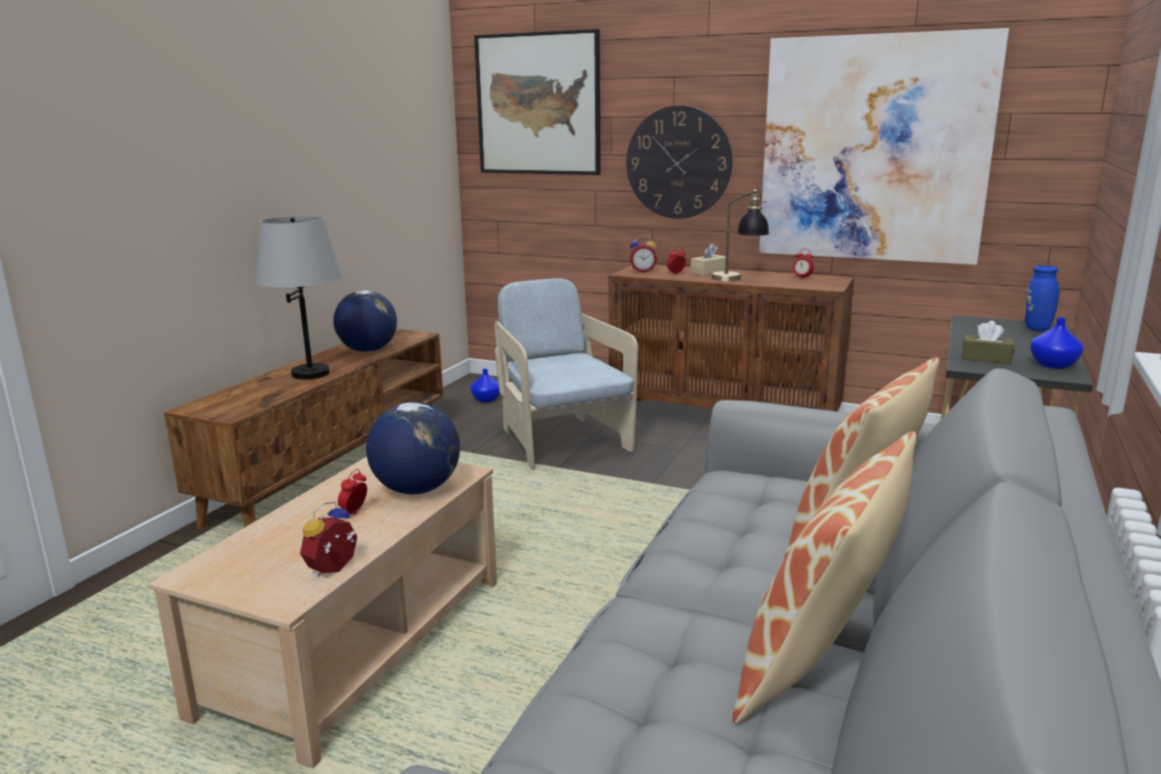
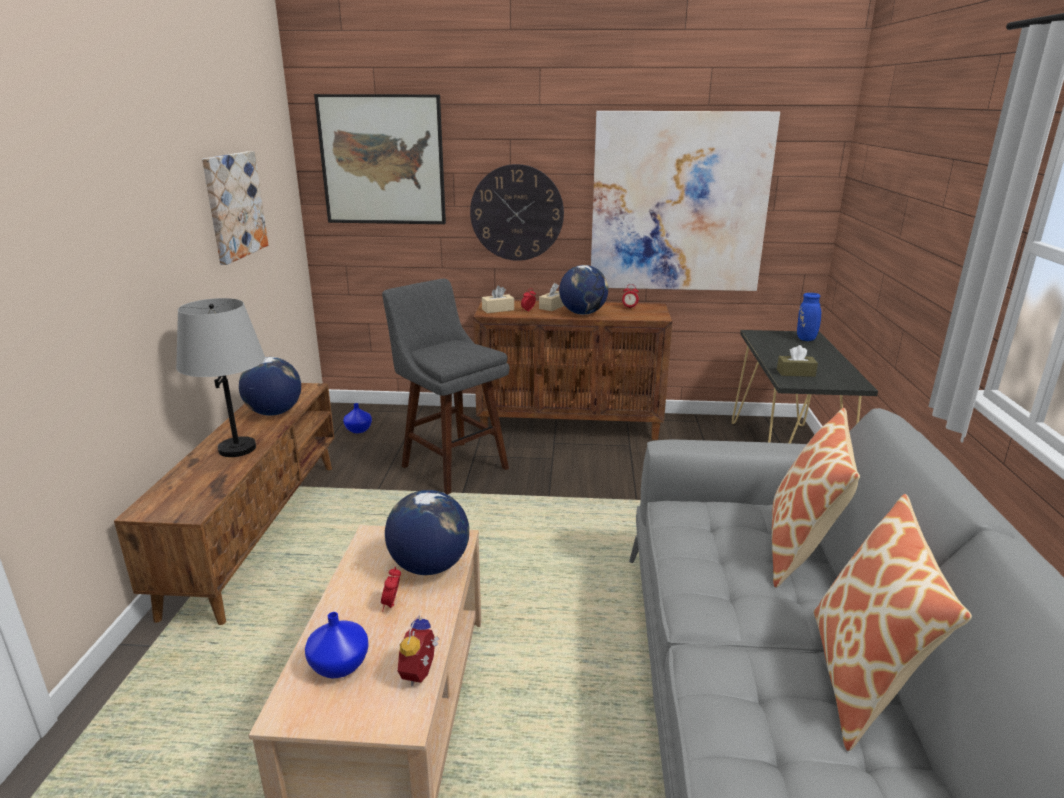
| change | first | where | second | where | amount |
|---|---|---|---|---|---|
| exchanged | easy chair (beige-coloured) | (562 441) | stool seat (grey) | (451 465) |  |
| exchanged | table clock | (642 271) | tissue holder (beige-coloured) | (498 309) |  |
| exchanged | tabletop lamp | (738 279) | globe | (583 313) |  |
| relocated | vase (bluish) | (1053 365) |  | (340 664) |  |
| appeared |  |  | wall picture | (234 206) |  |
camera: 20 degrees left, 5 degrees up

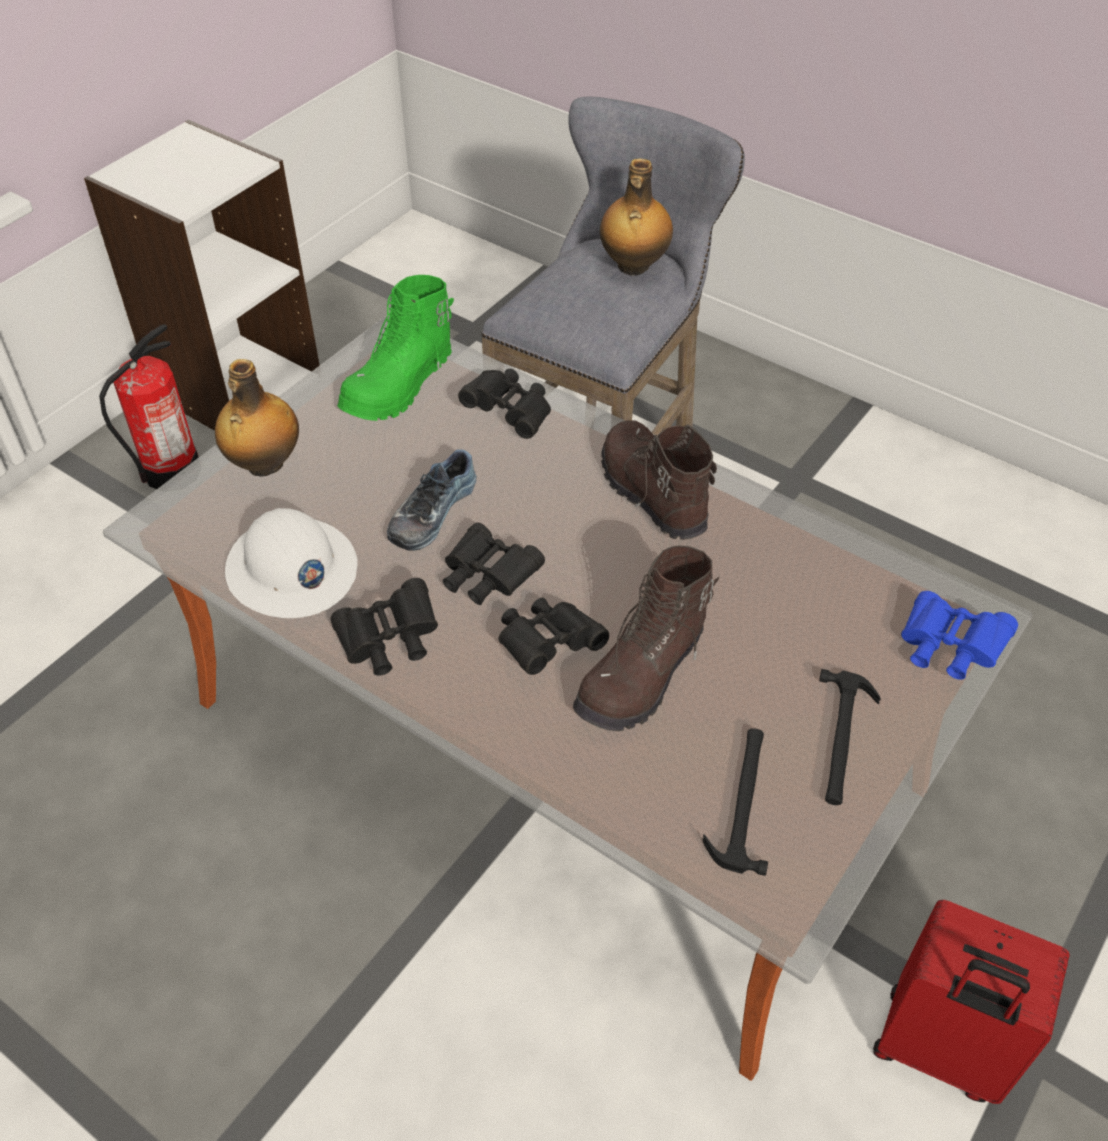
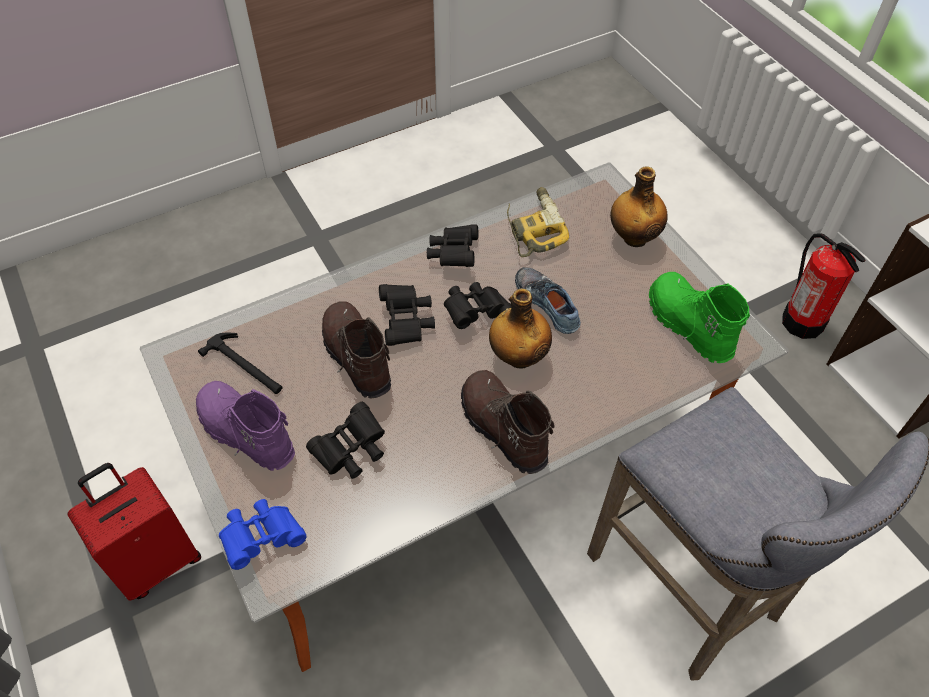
| change | first | where | second | where | amount |
|---|---|---|---|---|---|
| exchanged | hard hat (whitish) | (291 570) | electric drill | (533 228) |  |
| relocated | pair of binoculars (blackish) | (510 413) |  | (351 451) |  |
| relocated | beverage bottle | (633 266) |  | (518 356) |  |
| spun | tall boot (brown) | (651 494) |  | (502 429) | 120 degrees counterclockwise |
| exchanged | hand hammer | (842 740) | tall boot (purple-coloured) | (245 434) |  |
camera: 115 degrees right, 5 degrees up

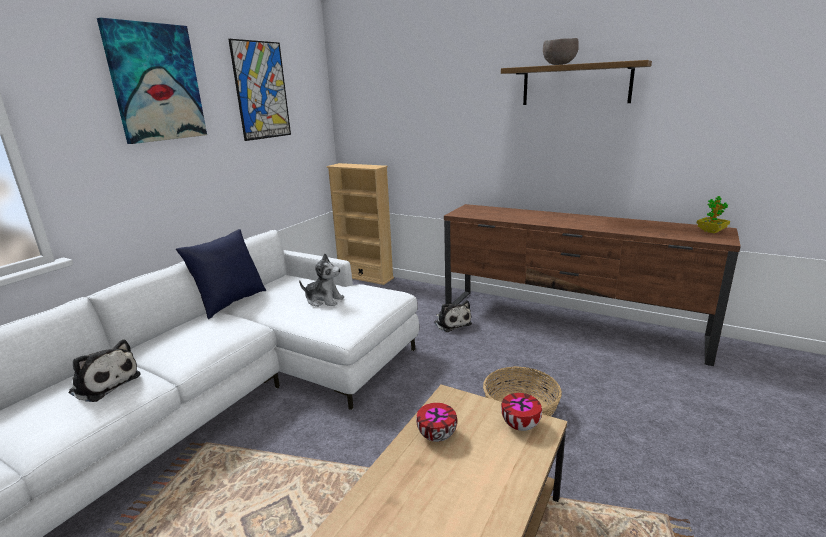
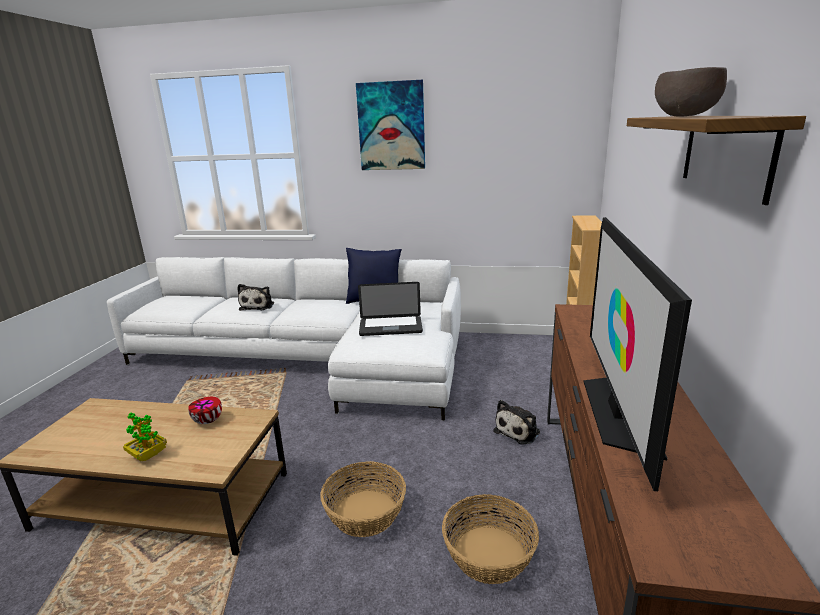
| change | first | where | second | where | amount |
|---|---|---|---|---|---|
| missing | wall picture | (261 90) |  |  |  |
| exchanged | plush toy | (324 300) | portable computer | (390 327) |  |
| missing | bowl | (520 426) |  |  |  |
| relocated | plant in a pot | (711 231) |  | (148 455) |  |
| appeared |  |  | storage basket | (489 554) |  |
| appeared |  |  | television | (618 411) |  |
camera: 70 degrees right, 0 degrees up

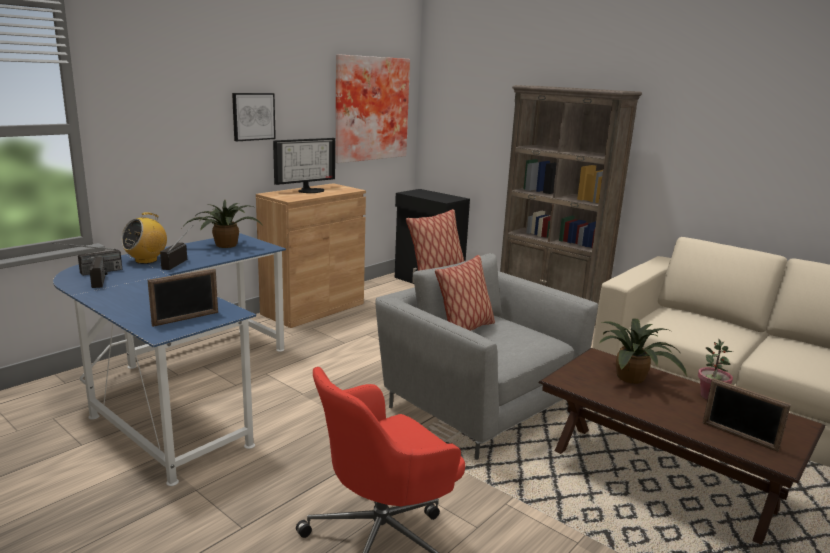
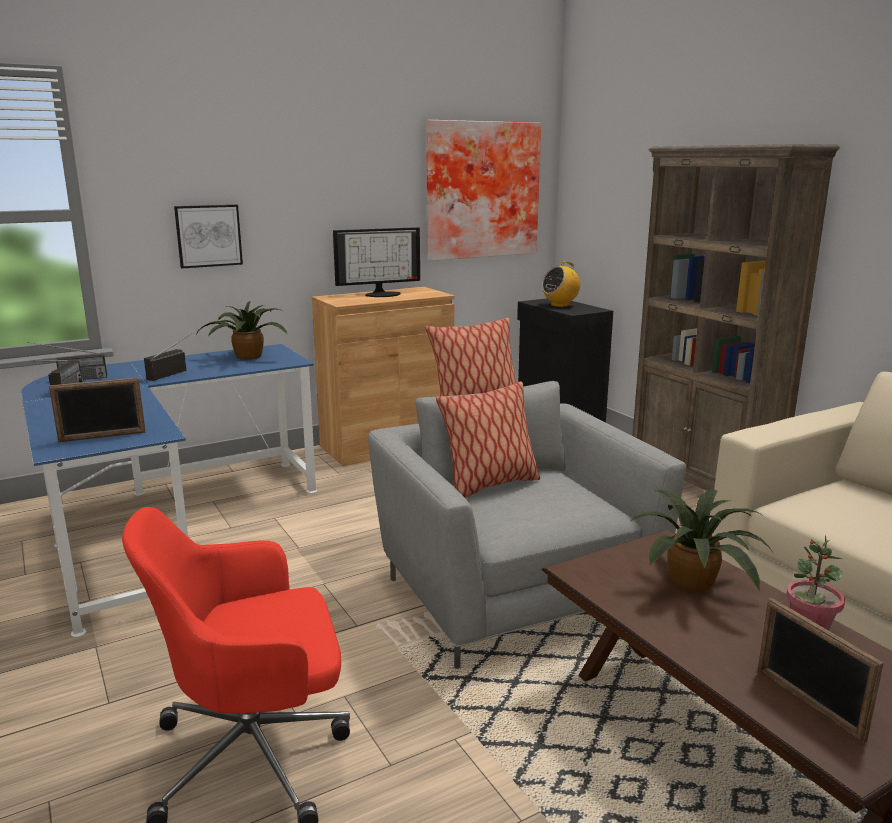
| change | first | where | second | where | amount |
|---|---|---|---|---|---|
| relocated | radio receiver | (146 260) |  | (560 305) |  |
| relocated | wall picture | (253 116) |  | (208 236) |  |
camera: 20 degrees right, 0 degrees up

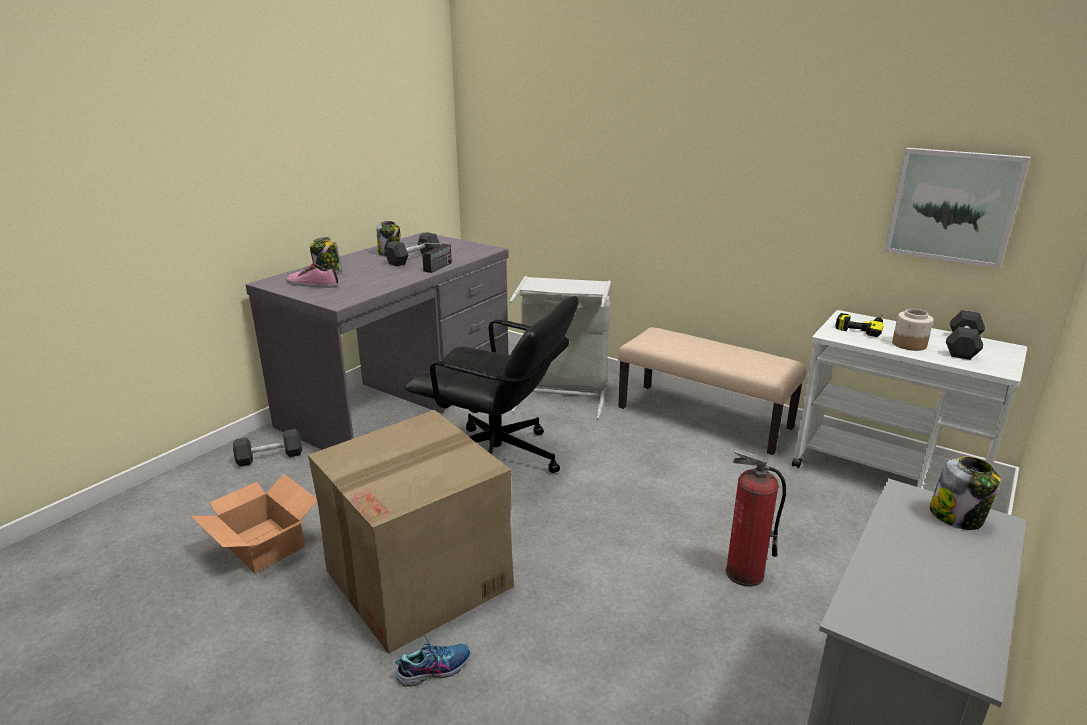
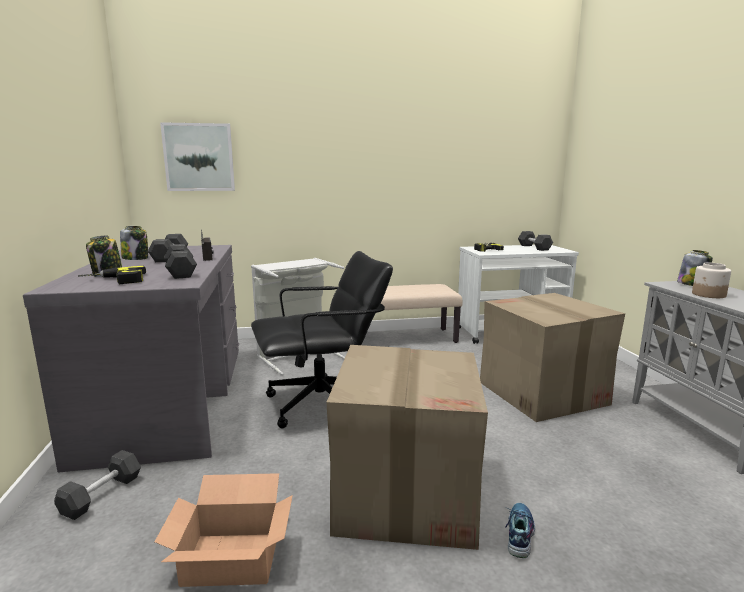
| change | first | where | second | where | amount |
|---|---|---|---|---|---|
| exchanged | item of footwear | (313 284) | electric drill | (114 281) |  |
| exchanged | fire extinguisher | (744 573) | carton | (542 393) |  |
| relocated | wall picture | (953 206) |  | (199 157) |  |
| relocated | jar | (908 344) |  | (708 295) |  |
| appeared |  |  | dumbbell (grey) | (181 272) |  |
camera: 45 degrees left, 10 degrees down

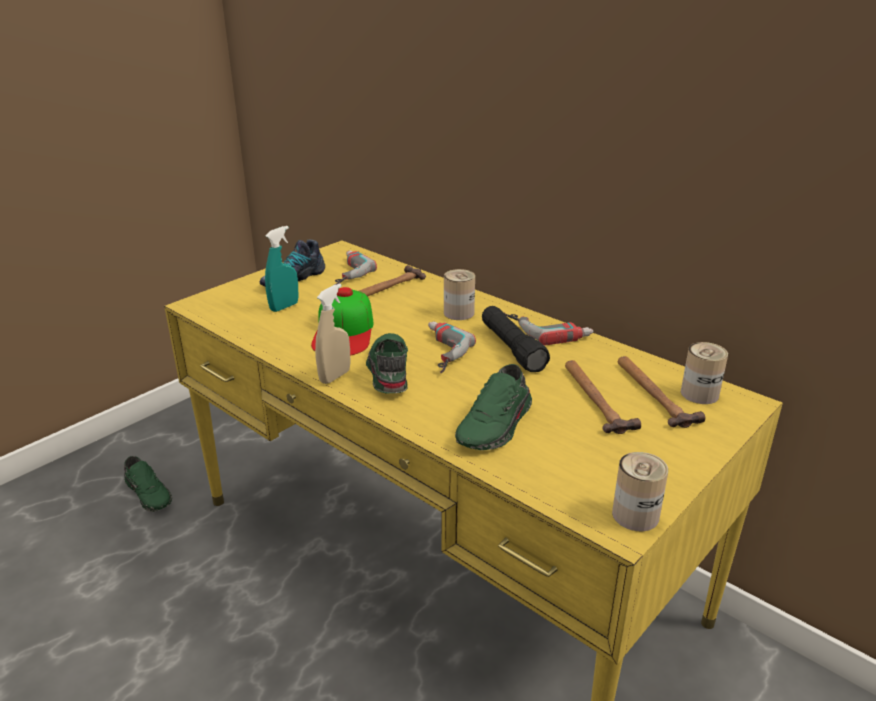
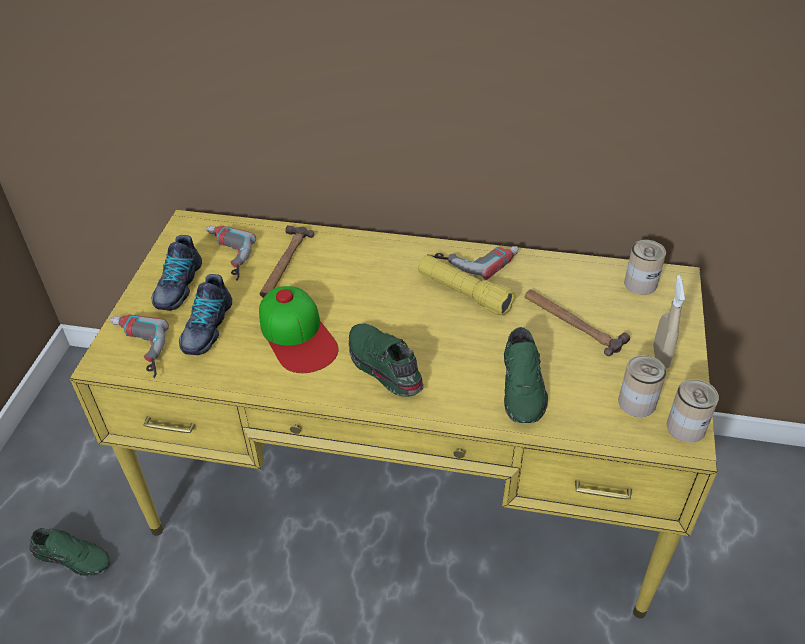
| change | first | where | second | where | amount |
|---|---|---|---|---|---|
| exchanged | hand sprayer (turquoise-coloured) | (284 307) | item of footwear | (206 327) |  |
| relocated | hand sprayer (beige-coloured) | (335 376) |  | (660 357) |  |
| relocated | electric drill | (436 352) |  | (134 350) |  |
| relocated | metal can | (459 313) |  | (637 402) |  |
| colour | flashlight (blackish) | (512 348) | flashlight (yellowish) | (464 293) |  |
| missing | hand hammer | (653 393) |  |  |  |
camera: 30 degrees left, 15 degrees up

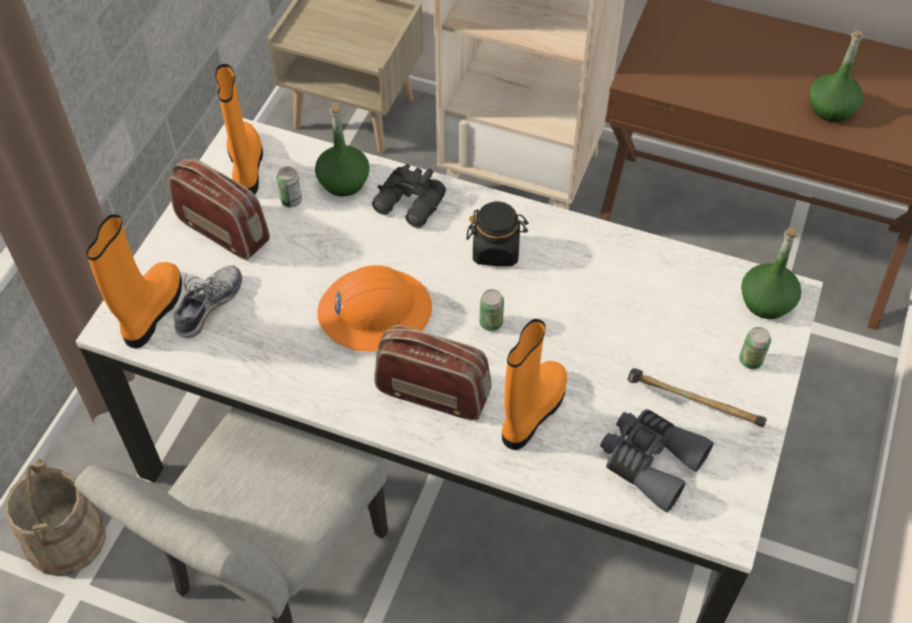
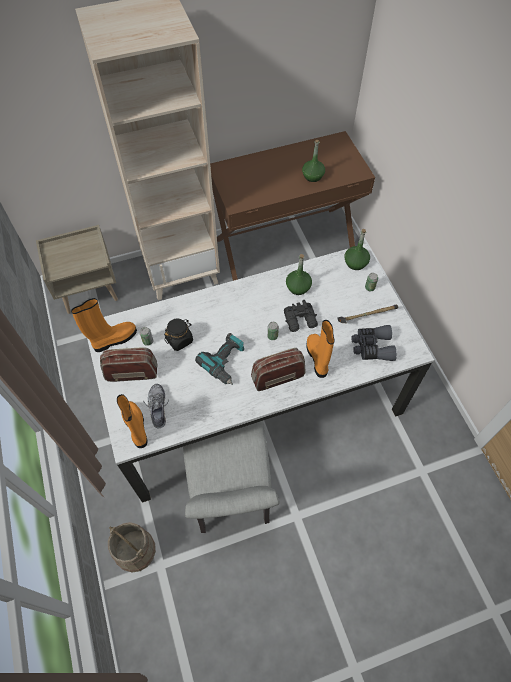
| change | first | where | second | where | amount |
|---|---|---|---|---|---|
| spun | tall boot (orangey) | (246 166) |  | (113 340) | 105 degrees clockwise |
| relocated | beverage bottle (green-coloured) | (344 181) |  | (298 287) |  |
| exchanged | hard hat (orangey) | (374 311) | electric drill | (225 362) |  |
| relocated | pair of binoculars (blackish) | (409 205) |  | (301 320) |  |
| relocated | jar (blackish) | (496 250) |  | (179 340) |  |
camera: 40 degrees left, 5 degrees up

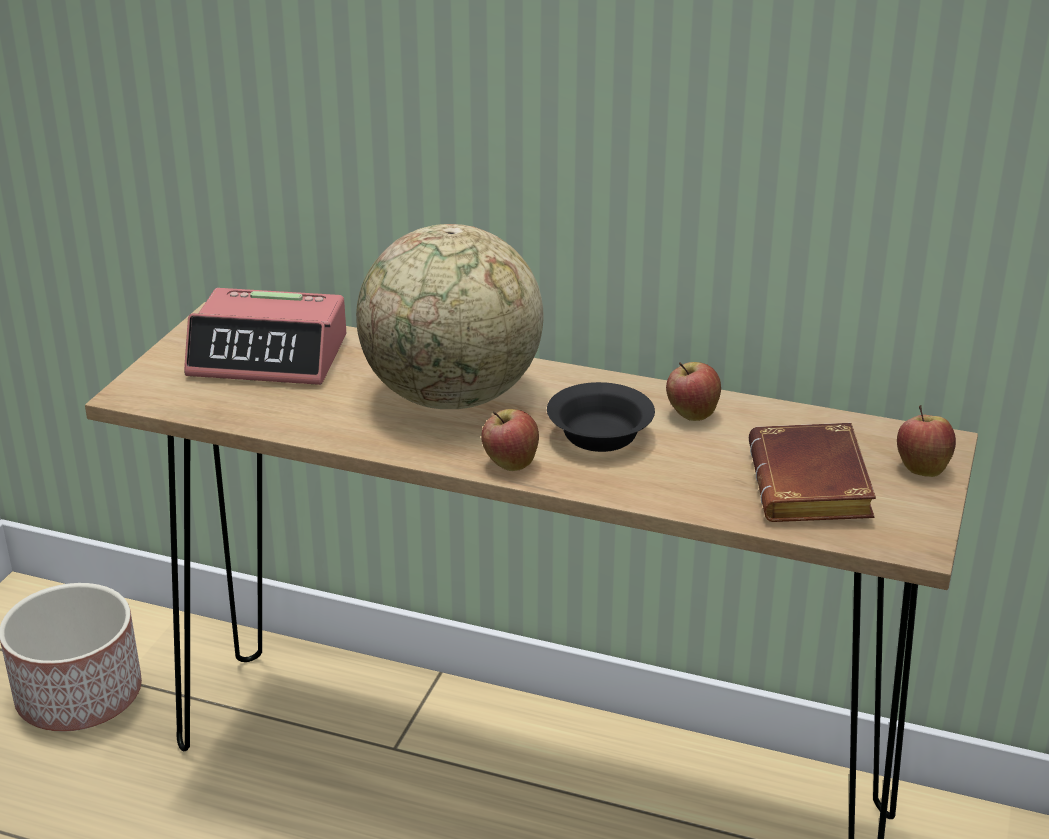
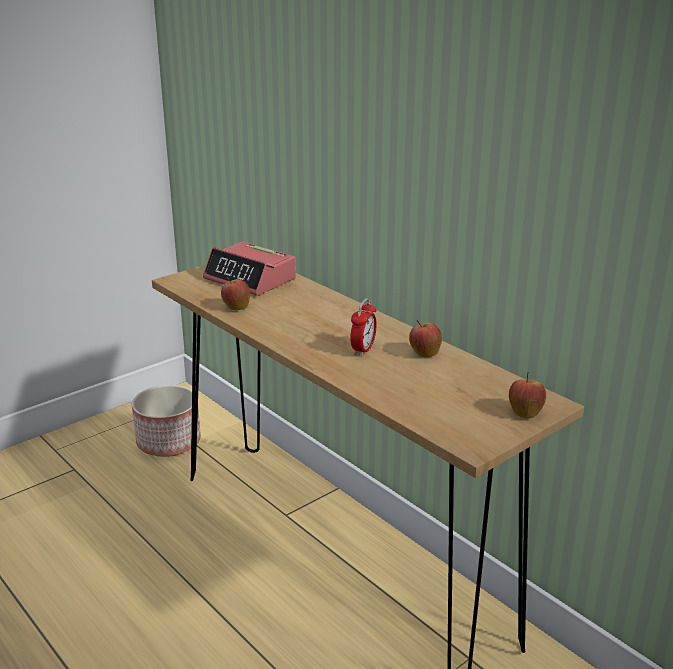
| change | first | where | second | where | amount |
|---|---|---|---|---|---|
| missing | globe | (452 398) |  |  |  |
| relocated | whole apple | (510 464) |  | (236 307) |  |
| exchanged | bowl (blackish) | (597 435) | table clock | (363 350) |  |
| missing | bound book (brown) | (814 488) |  |  |  |
camera: 30 degrees right, 5 degrees down

